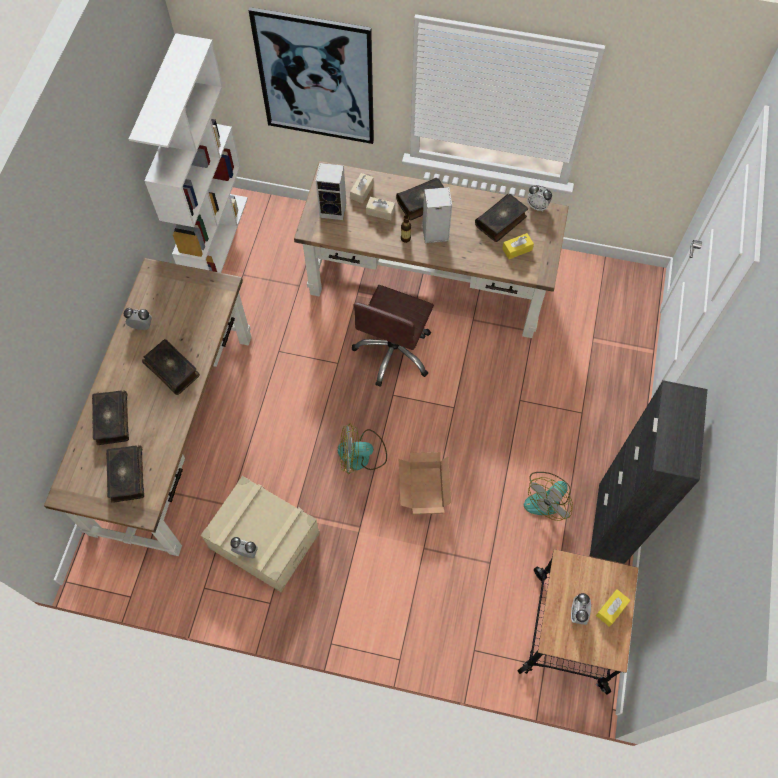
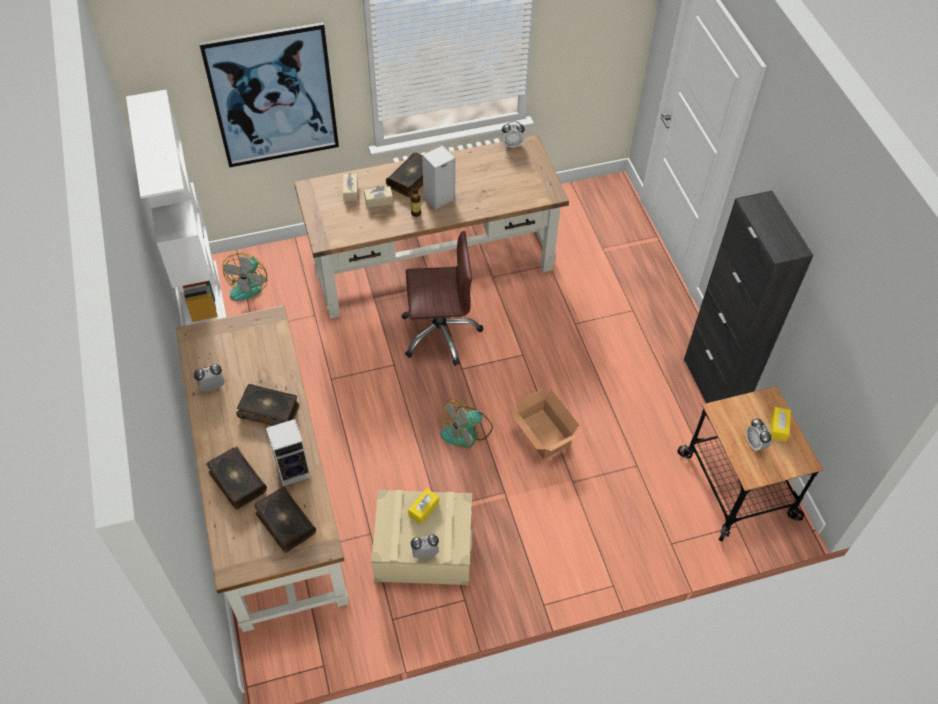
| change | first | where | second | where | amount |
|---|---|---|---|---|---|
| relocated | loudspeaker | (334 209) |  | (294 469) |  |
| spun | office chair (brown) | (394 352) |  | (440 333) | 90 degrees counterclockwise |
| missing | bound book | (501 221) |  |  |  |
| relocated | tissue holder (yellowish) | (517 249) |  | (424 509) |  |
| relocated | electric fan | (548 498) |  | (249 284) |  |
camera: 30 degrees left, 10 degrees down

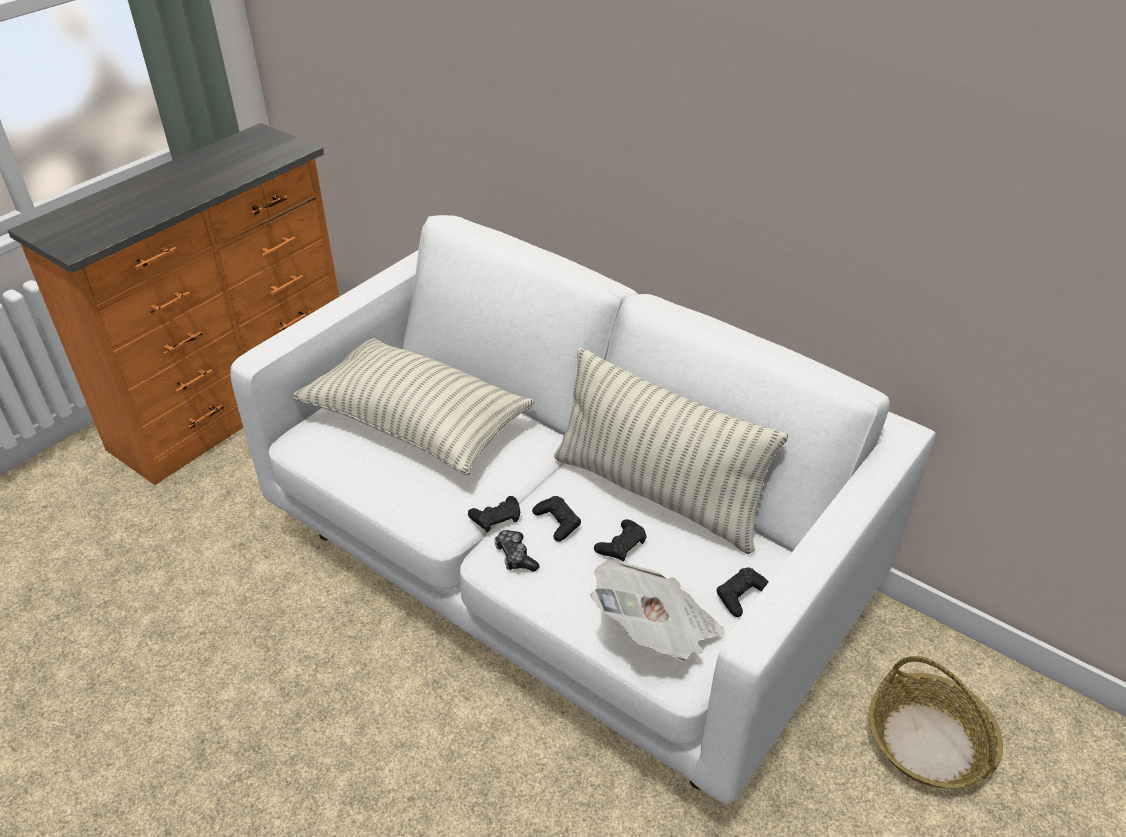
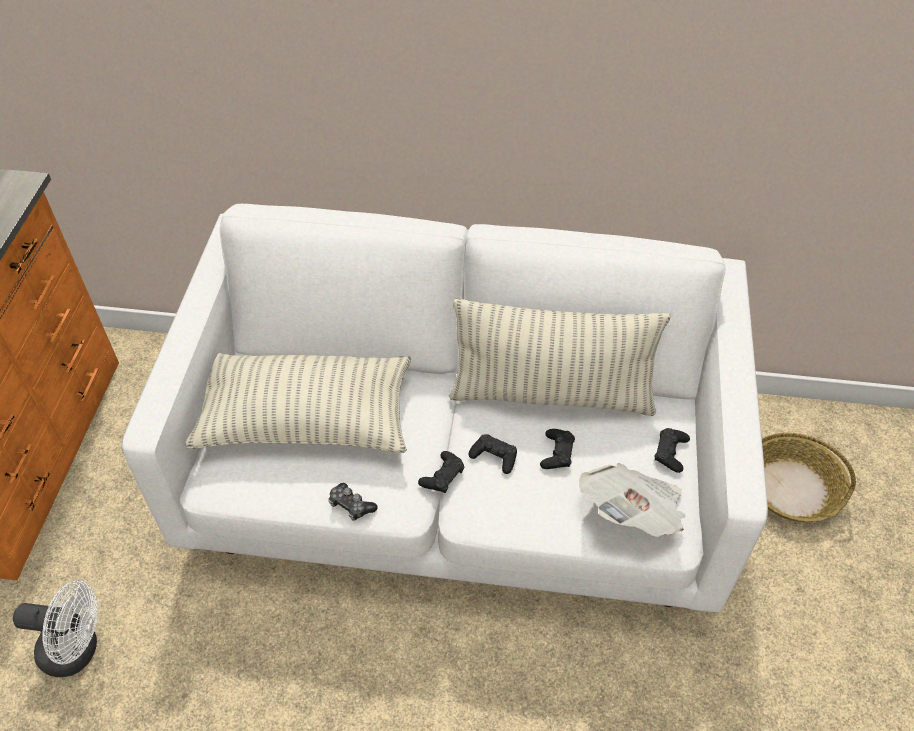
| change | first | where | second | where | amount |
|---|---|---|---|---|---|
| relocated | game controller | (515 556) |  | (351 505) |  |
| appeared |  |  | electric fan (whitish) | (78 650) |  |
camera: 30 degrees left, 10 degrees up

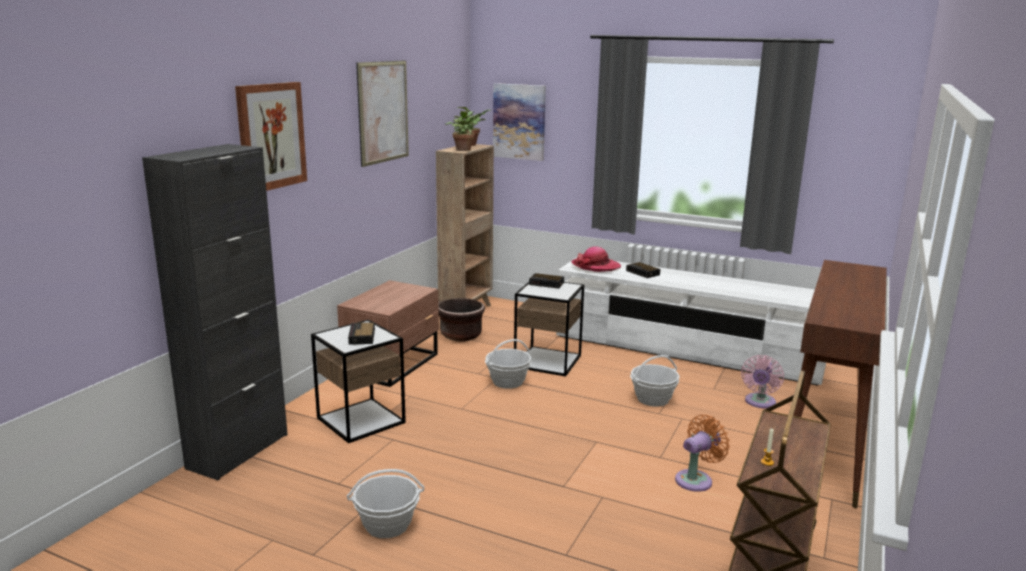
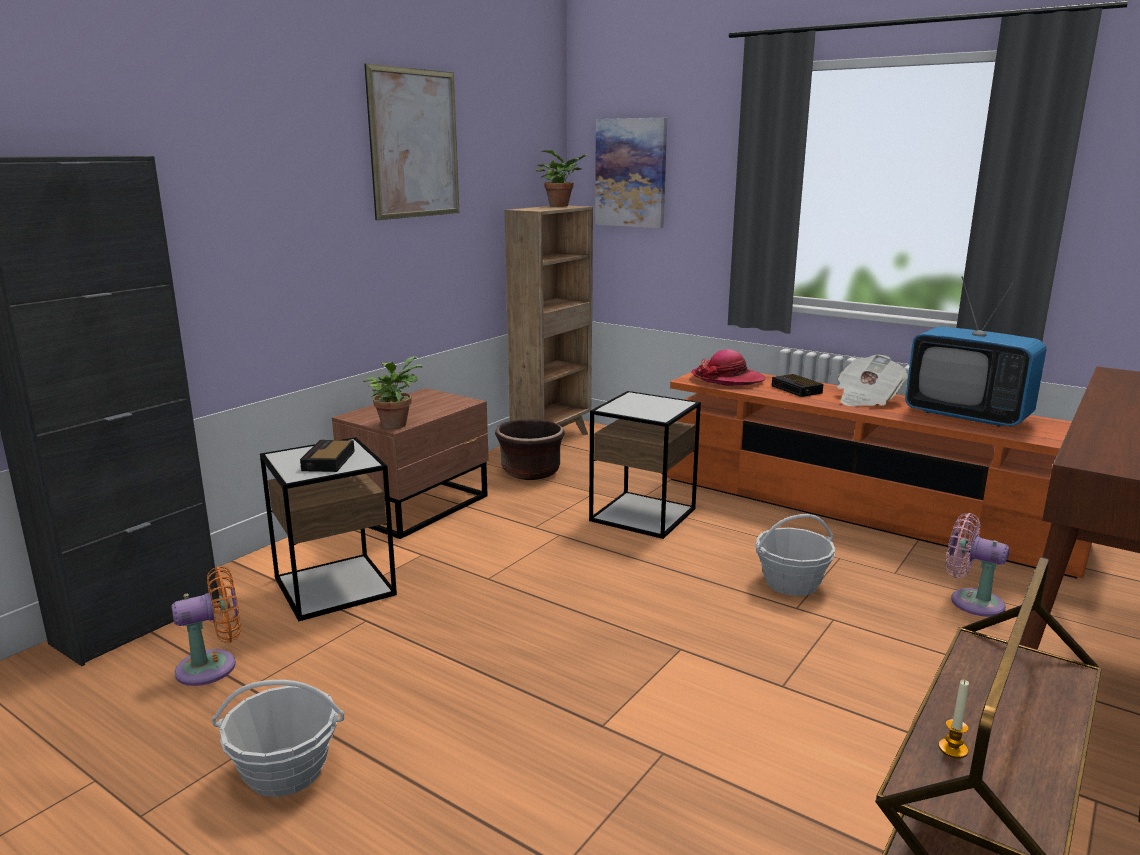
| change | first | where | second | where | amount |
|---|---|---|---|---|---|
| missing | wall picture | (271 136) |  |  |  |
| relocated | plant in a pot | (463 149) |  | (395 424) |  |
| missing | storage basket | (508 382) |  |  |  |
| missing | table clock | (547 284) |  |  |  |
| colour | tv stand (whitish) | (686 350) | tv stand (orangey) | (860 509) |  |
| relocated | electric fan (orangey) | (696 479) |  | (213 666) |  |
| spun | electric fan (pink-coloured) | (759 403) |  | (971 601) | 90 degrees clockwise |
| appeared |  |  | printed paper | (866 399) |  |
| appeared |  |  | television | (967 415) |  |
camera: 10 degrees right, 0 degrees up

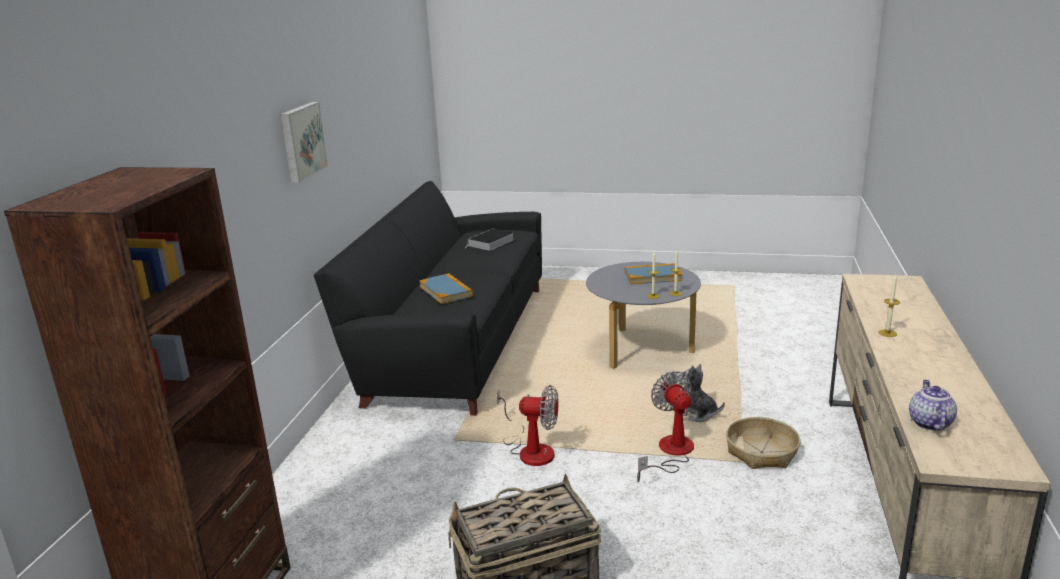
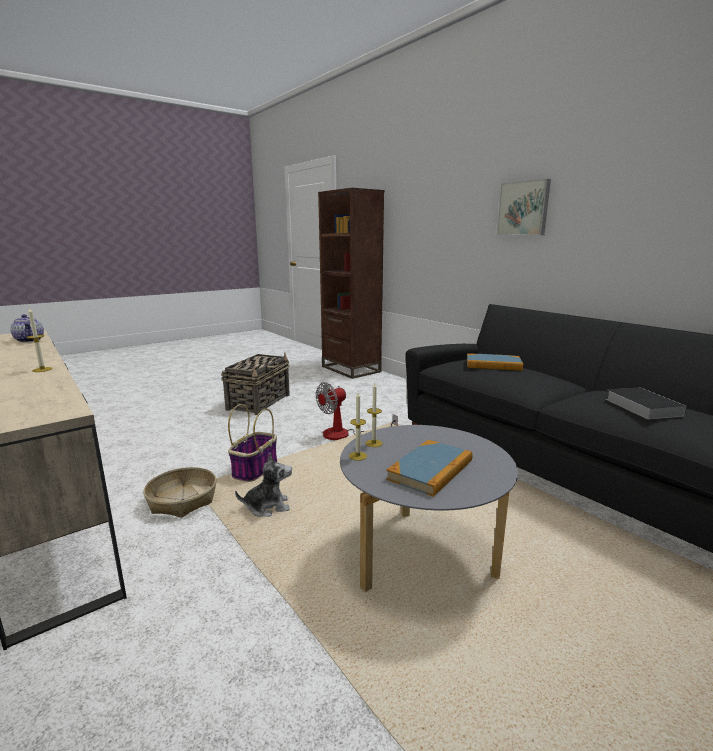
| change | first | where | second | where | amount |
|---|---|---|---|---|---|
| exchanged | electric fan | (670 453) | storage basket | (255 469) |  |
camera: 130 degrees right, 5 degrees down

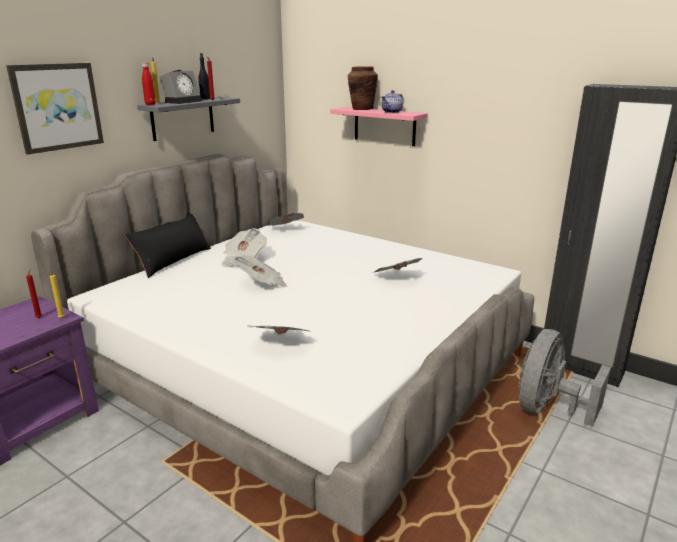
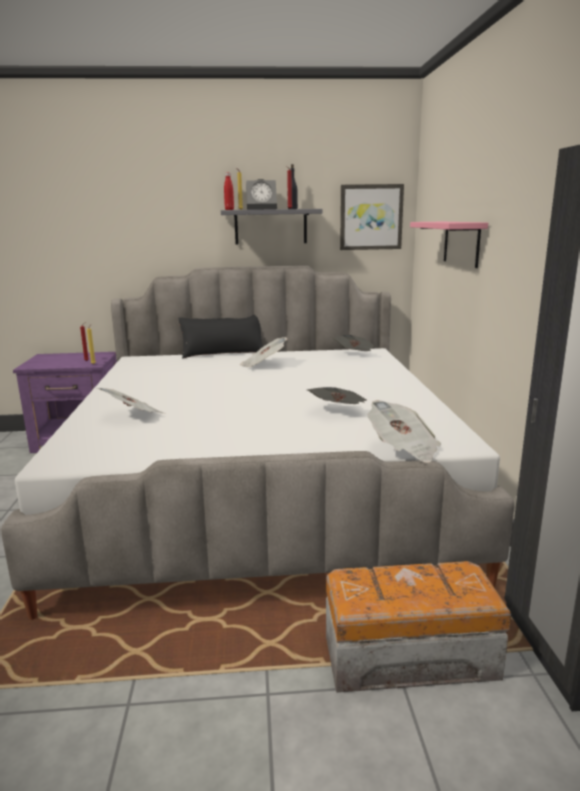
| change | first | where | second | where | amount |
|---|---|---|---|---|---|
| relocated | wall picture | (57 107) |  | (371 217) |  |
| relocated | printed paper | (262 284) |  | (403 449) |  |
| missing | vase (brown) | (362 109) |  |  |  |
| missing | teapot | (392 112) |  |  |  |
| exchanged | electric fan (grey) | (547 408) | storage container | (406 655) |  |
camera: 50 degrees right, 5 degrees down

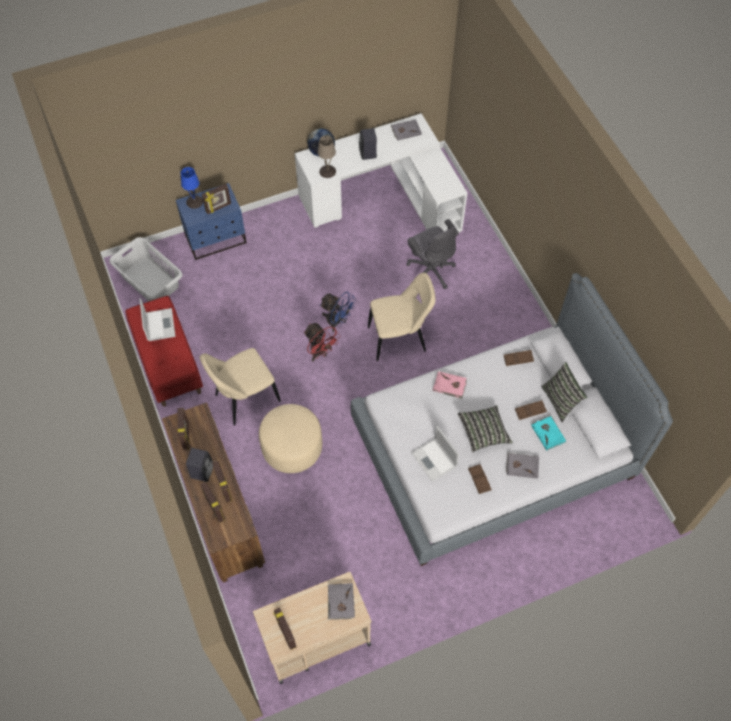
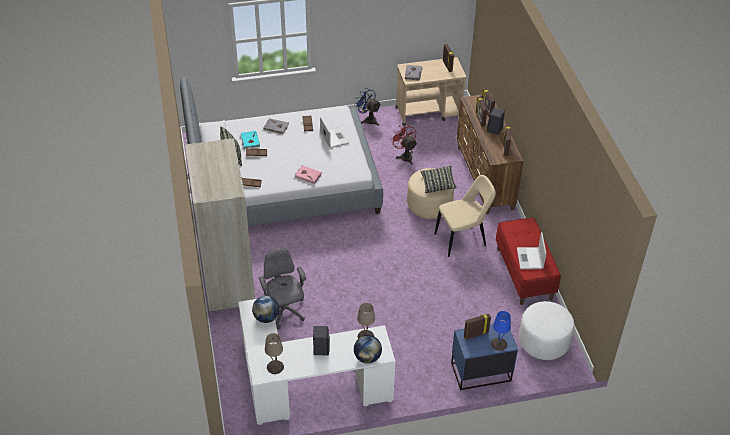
| change | first | where | second | where | amount |
|---|---|---|---|---|---|
| exchanged | laundry basket (grey) | (150 281) | ottoman (whitish) | (543 342) |  |
| relocated | electric fan (red) | (320 353) |  | (405 156) |  |
| relocated | electric fan (bluish) | (337 322) |  | (368 119) |  |
| missing | upright chair (beige-coloured) | (400 339) |  |  |  |
| exchanged | bound book (grey) | (406 130) | tabletop lamp (beige-coloured) | (275 367) |  |
| relocated | cushion | (483 432) |  | (437 184) |  |
| appeared |  |  | wardrobe (beige-coloured) | (228 277) |  |
| appeared |  |  | globe | (266 318) |  |
camera: 170 degrees left, 15 degrees down

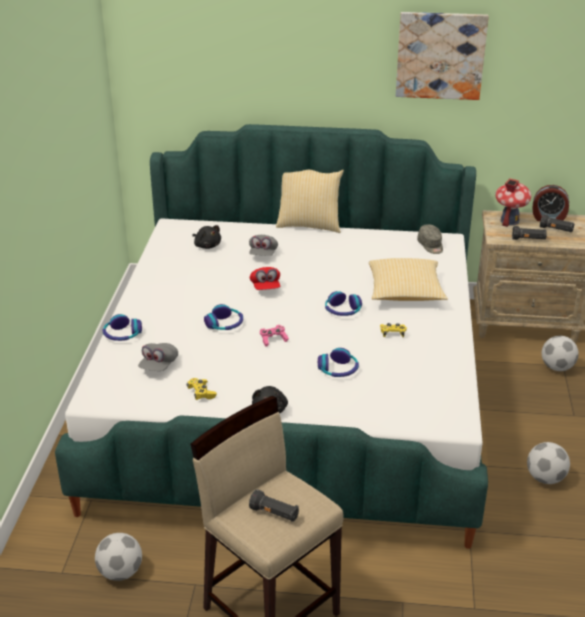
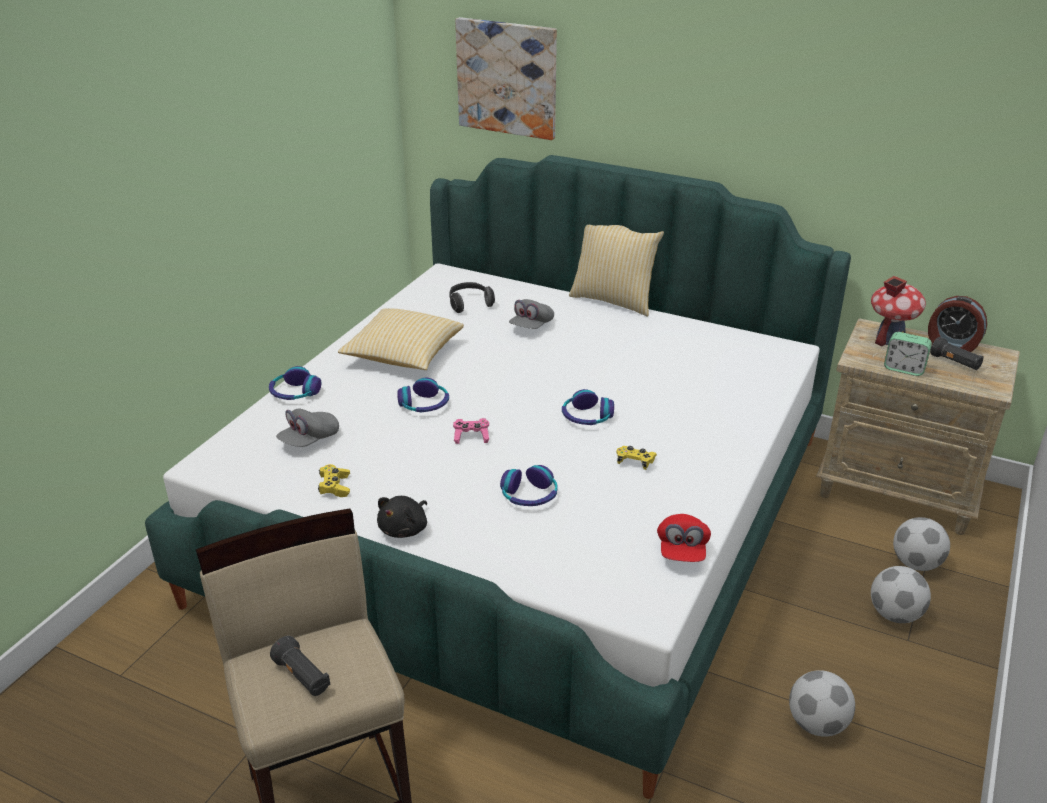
| change | first | where | second | where | amount |
|---|---|---|---|---|---|
| relocated | football | (121 572) |  | (895 615) |  |
| exchanged | plush toy (blackish) | (207 245) | headphones | (469 304) |  |
| relocated | cap (red) | (265 287) |  | (682 550) |  |
| relocated | cushion | (405 292) |  | (403 355) |  |
| relocated | wall picture | (440 55) |  | (507 78) |  |
| missing | cap (grey) | (430 245) |  |  |  |
| exchanged | flashlight (blackish) | (528 239) | table clock | (904 369) |  |
camera: 20 degrees right, 0 degrees up

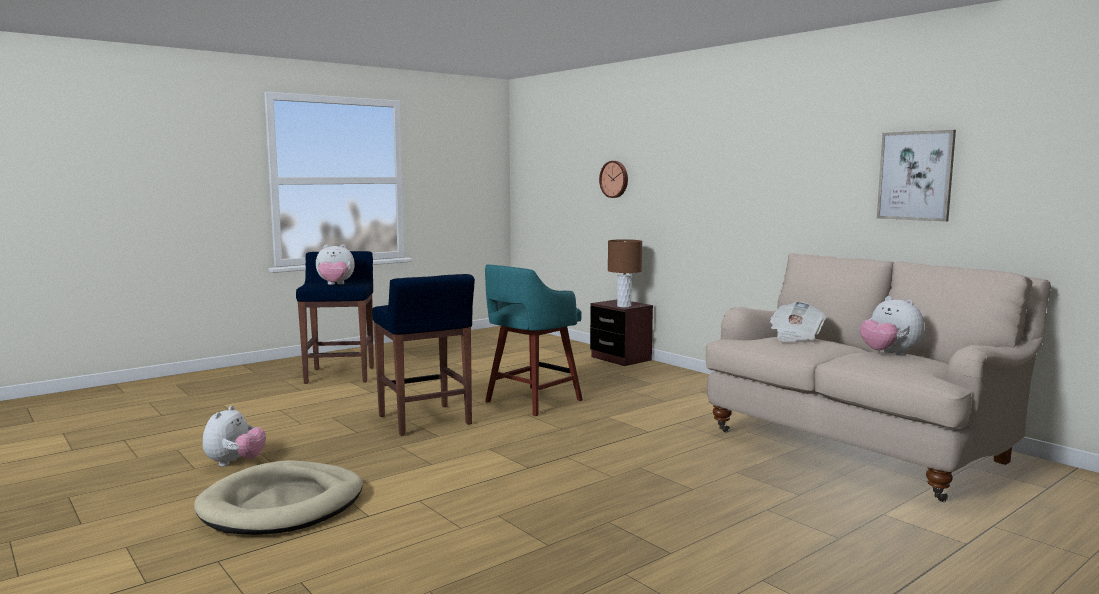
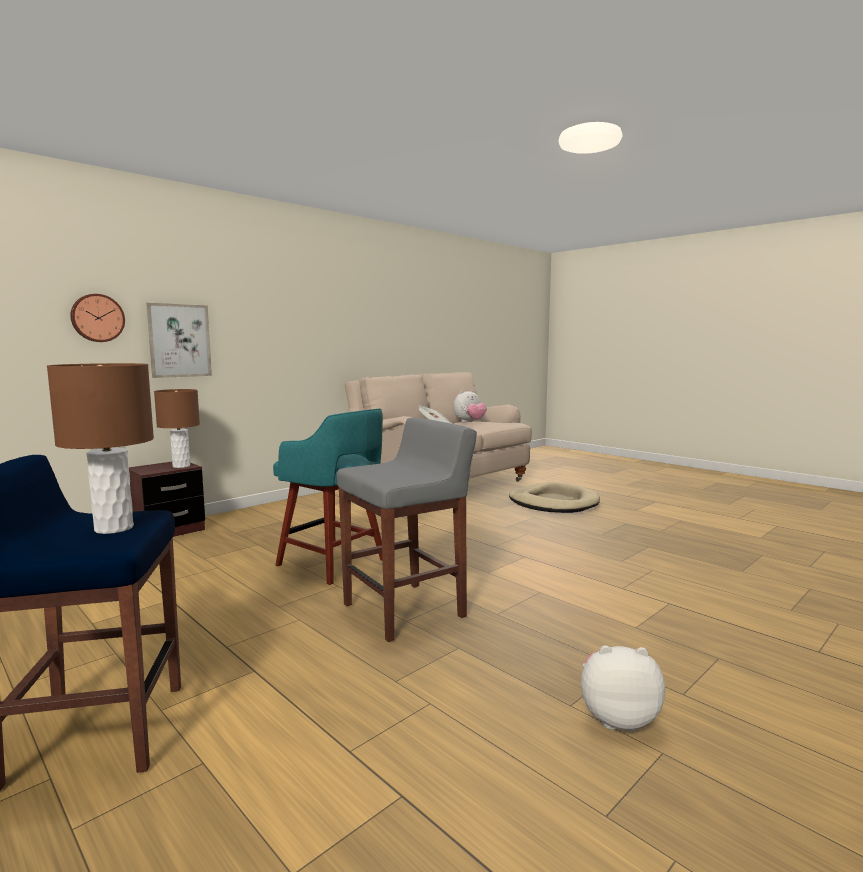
| change | first | where | second | where | amount |
|---|---|---|---|---|---|
| relocated | pet bed (beige-coloured) | (283 504) |  | (553 502) |  |
| exchanged | plush toy | (335 285) | tabletop lamp (brown) | (113 528) |  |
| colour | stool seat (bluish) | (425 421) | stool seat (grey) | (406 610) |  |
| relocated | wall picture | (915 176) |  | (179 340) |  |
camera: 95 degrees left, 0 degrees up

